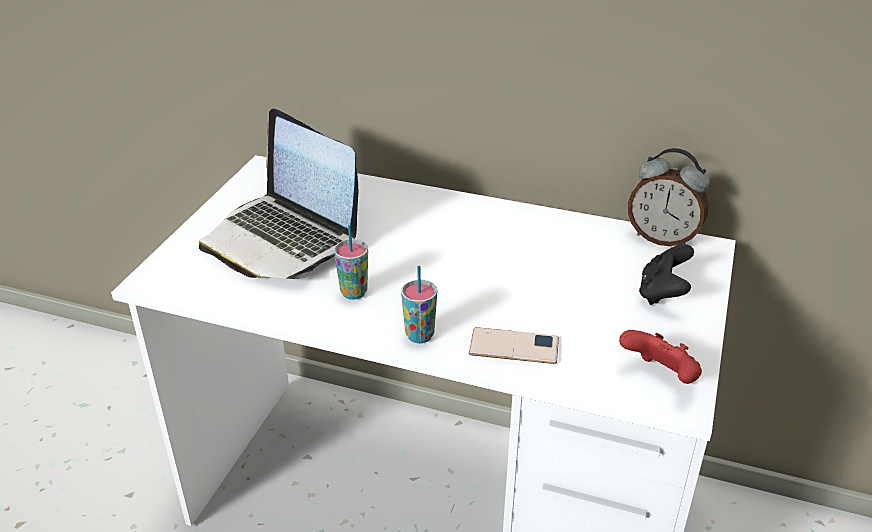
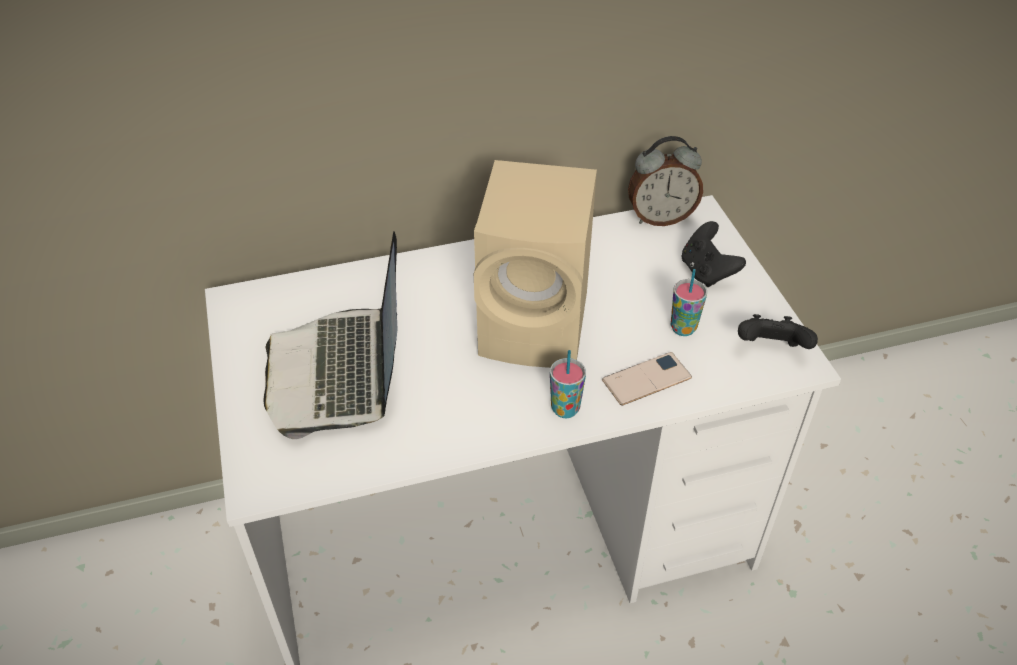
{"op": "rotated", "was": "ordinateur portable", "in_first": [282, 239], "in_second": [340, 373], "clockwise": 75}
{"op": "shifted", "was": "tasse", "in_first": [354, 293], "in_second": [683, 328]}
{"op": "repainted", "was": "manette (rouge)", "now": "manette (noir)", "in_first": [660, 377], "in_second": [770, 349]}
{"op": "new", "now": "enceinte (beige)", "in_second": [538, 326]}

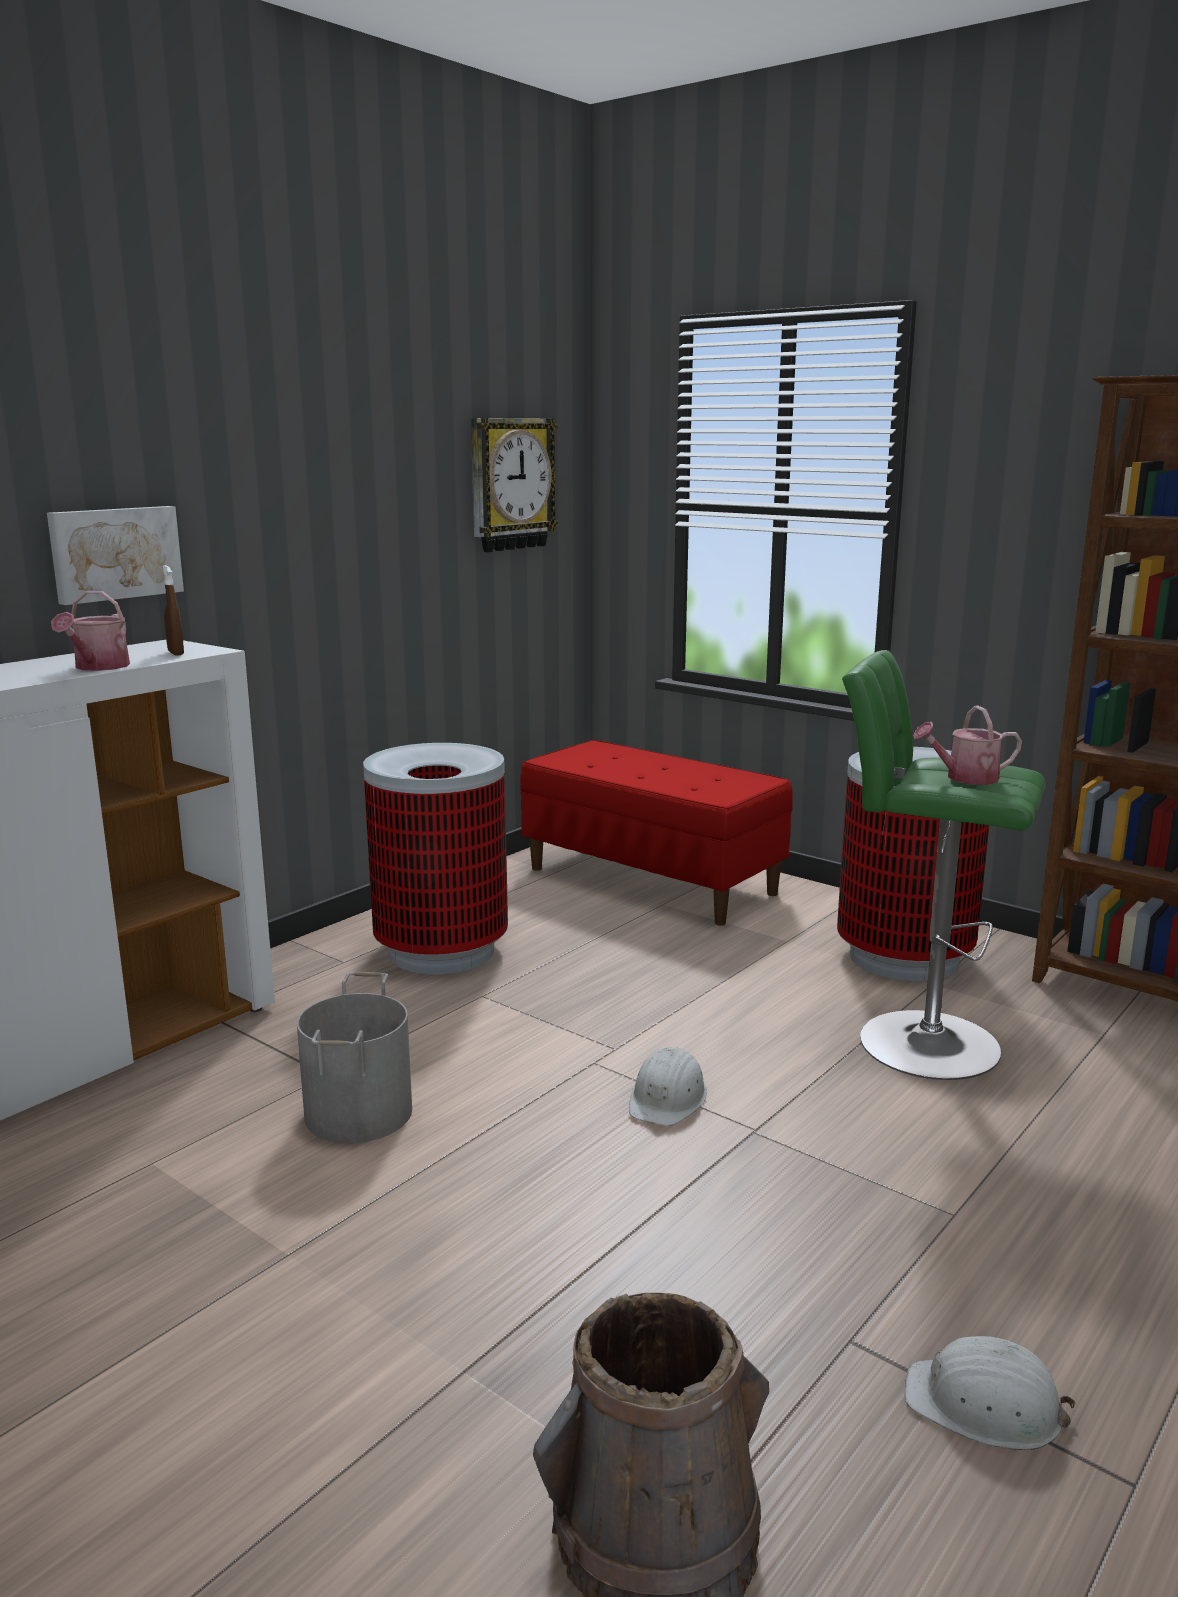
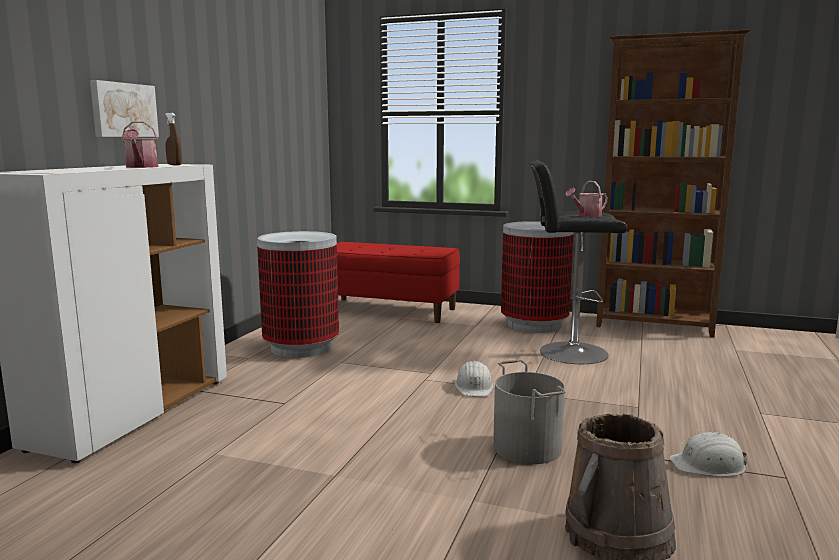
{"op": "shifted", "was": "seau (gris)", "in_first": [360, 1113], "in_second": [528, 447]}
{"op": "gone", "was": "horloge murale", "in_first": [510, 484]}
{"op": "repainted", "was": "tabouret (vert)", "now": "tabouret (noir)", "in_first": [918, 1041], "in_second": [568, 352]}

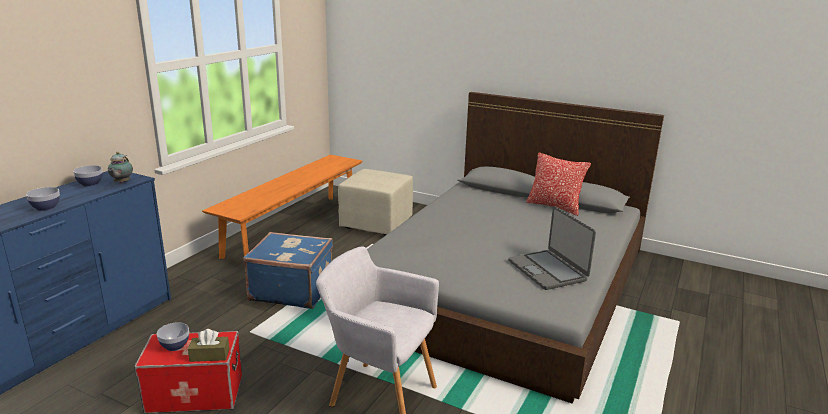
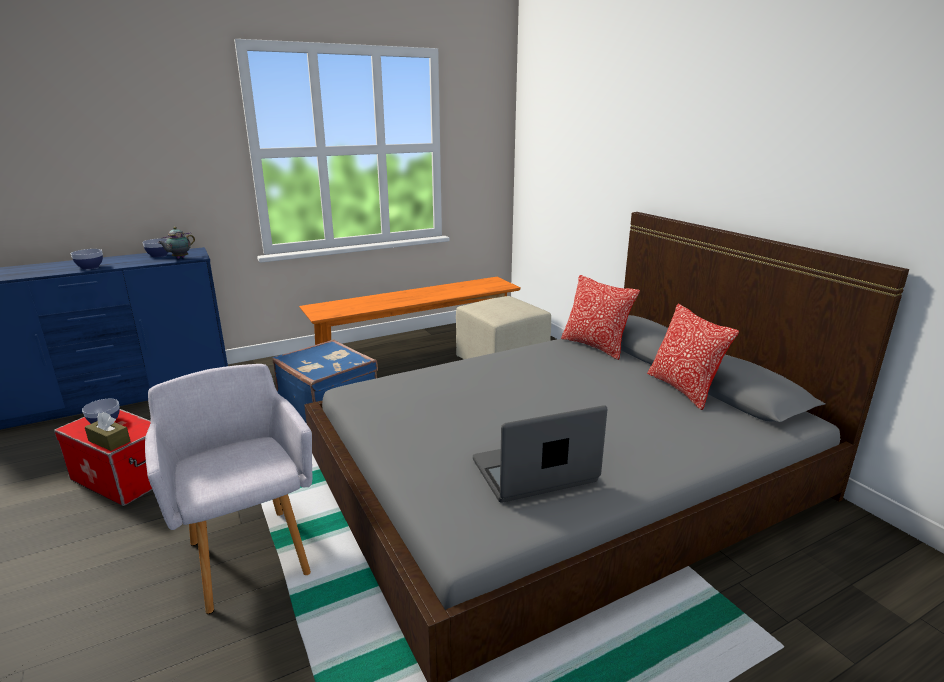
{"op": "rotated", "was": "ordinateur portable", "in_first": [548, 270], "in_second": [534, 472], "clockwise": 60}
{"op": "new", "now": "coussin", "in_second": [595, 346]}

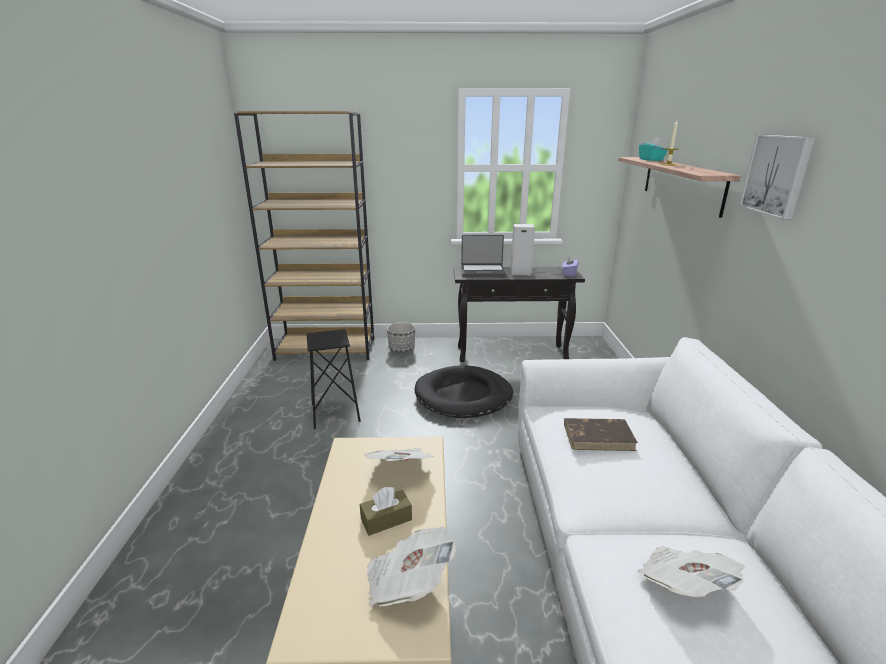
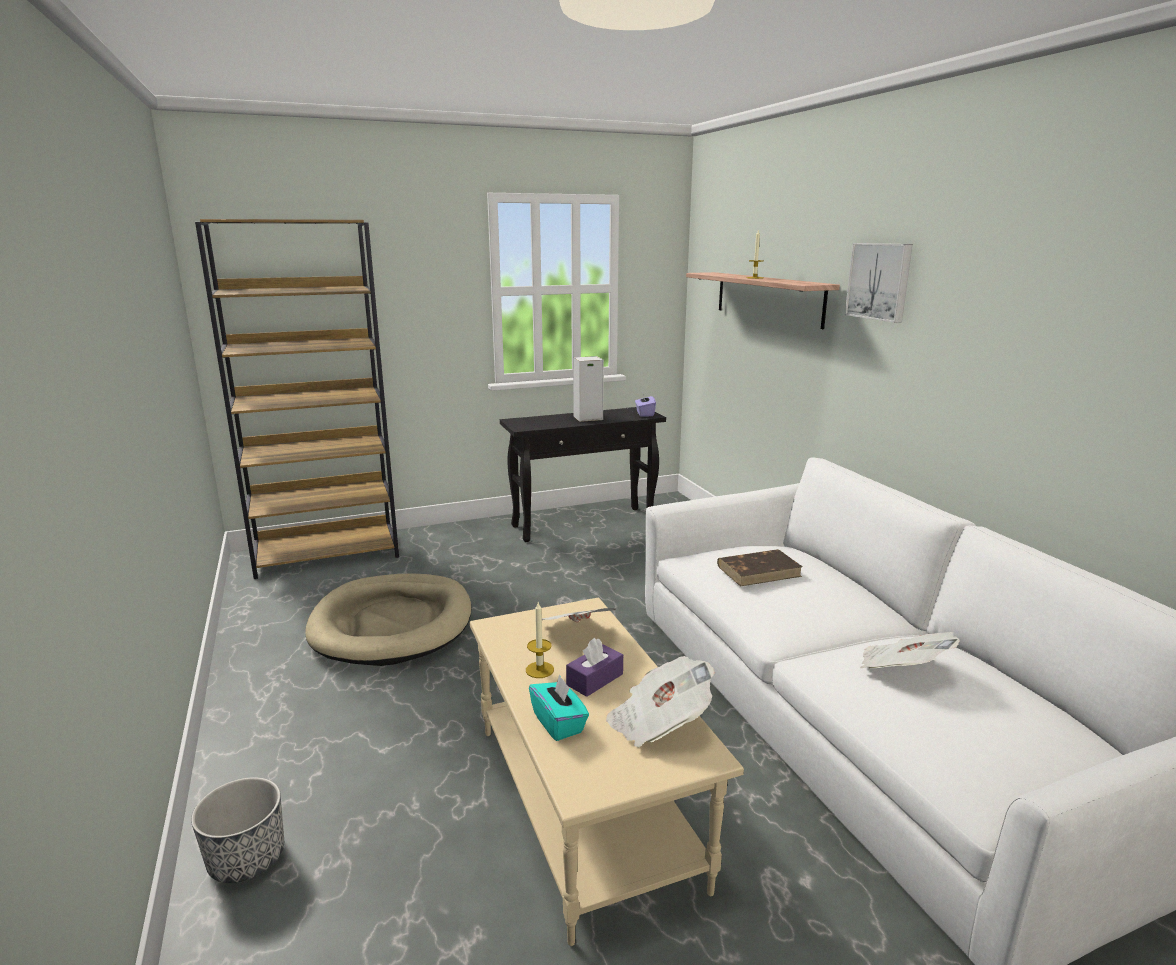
{"op": "swapped", "was": "tabouret (noir)", "now": "panier pour chien (beige)", "in_first": [336, 412], "in_second": [392, 624]}
{"op": "repainted", "was": "boîte à mouchoirs (marron)", "now": "boîte à mouchoirs (violet)", "in_first": [386, 519], "in_second": [595, 679]}
{"op": "shifted", "was": "cache-pot", "in_first": [402, 349], "in_second": [247, 858]}
{"op": "gone", "was": "panier pour chien (noir)", "in_first": [463, 395]}
{"op": "gone", "was": "ordinateur portable", "in_first": [482, 271]}
{"op": "shifted", "was": "boîte à mouchoirs (turquoise)", "in_first": [651, 160], "in_second": [559, 723]}
{"op": "new", "now": "bougie", "in_second": [539, 670]}

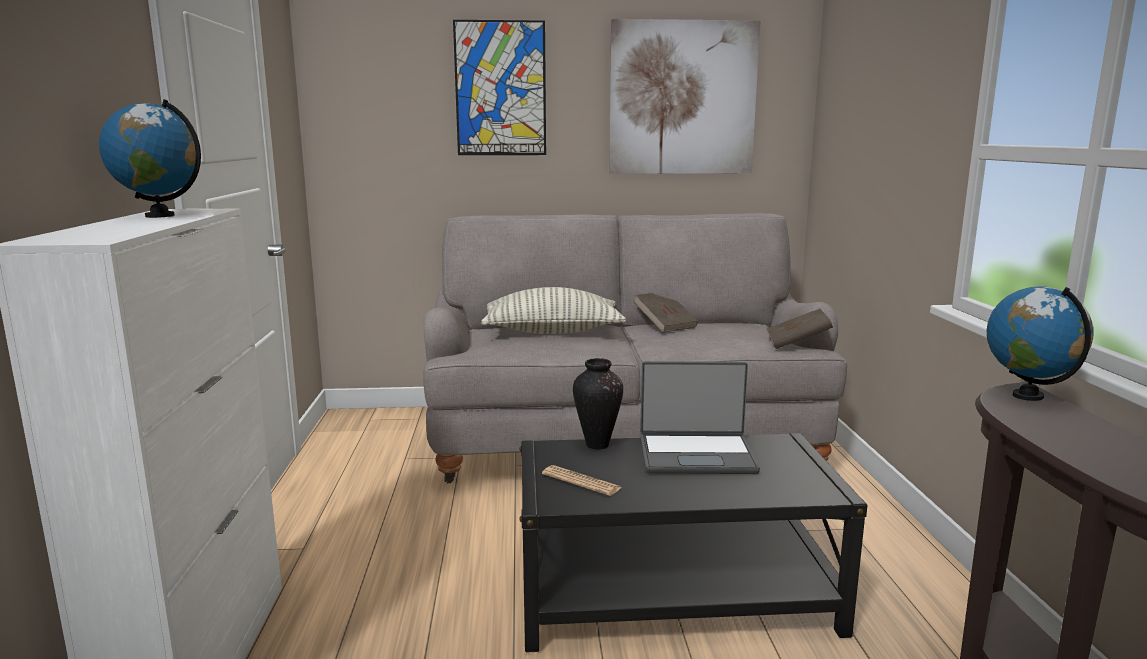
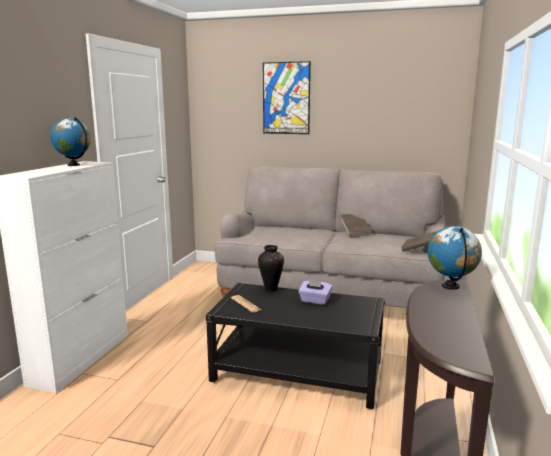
{"op": "gone", "was": "coussin", "in_first": [552, 332]}
{"op": "gone", "was": "tableau", "in_first": [682, 98]}
{"op": "swapped", "was": "ordinateur portable", "now": "boîte à mouchoirs (violet)", "in_first": [696, 455], "in_second": [314, 301]}

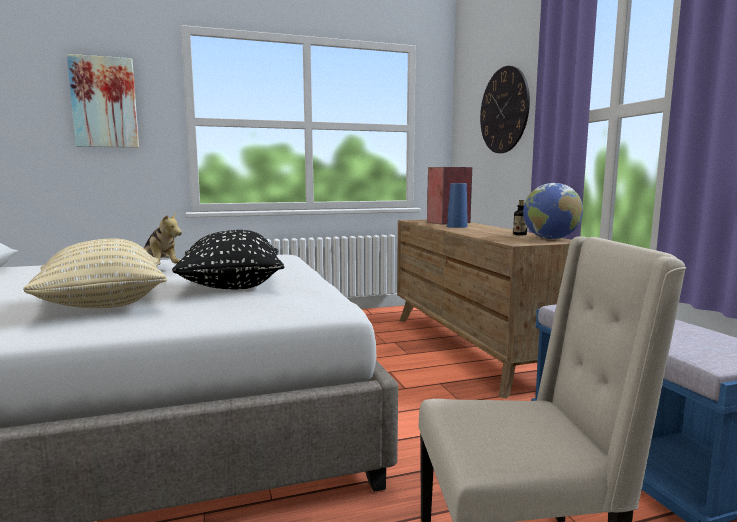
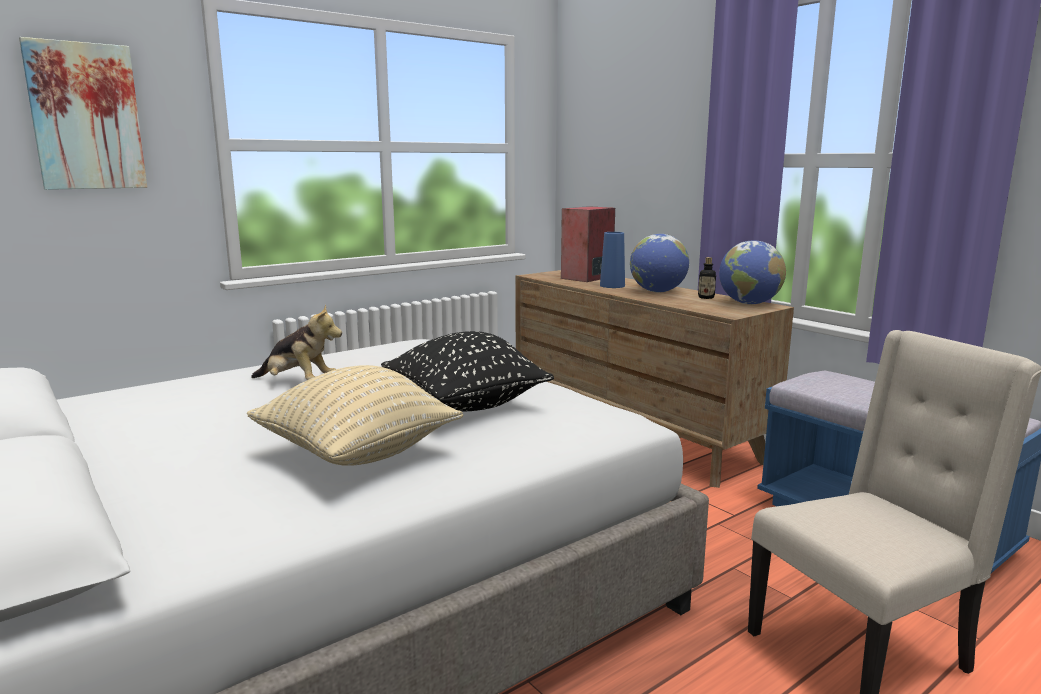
{"op": "gone", "was": "horloge murale", "in_first": [504, 110]}
{"op": "new", "now": "globe", "in_second": [657, 292]}

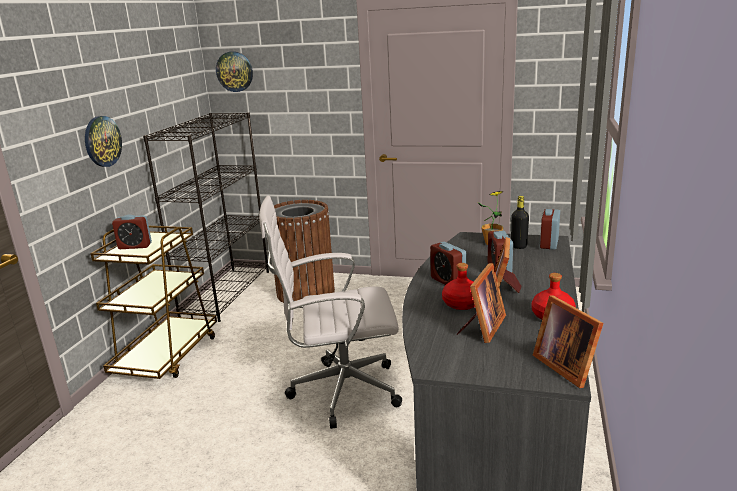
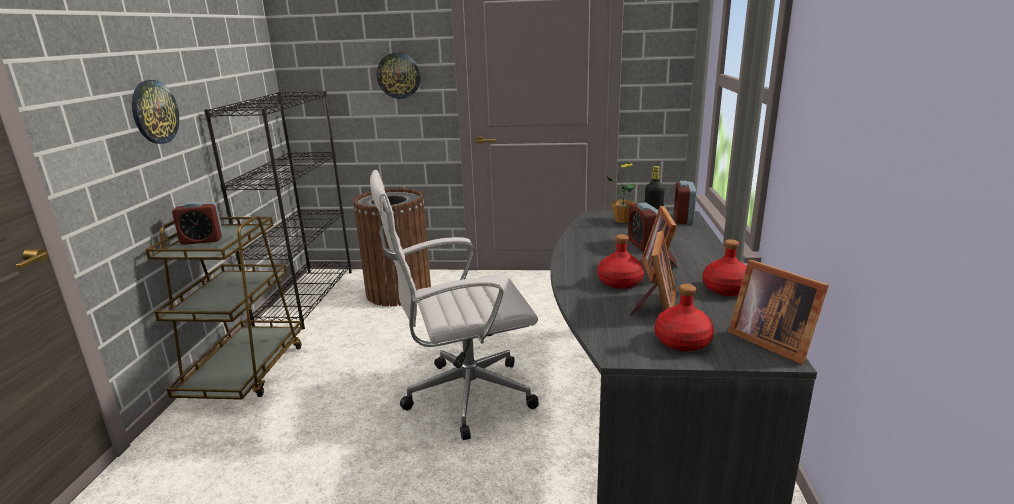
{"op": "shifted", "was": "horloge murale", "in_first": [234, 71], "in_second": [399, 75]}
{"op": "gone", "was": "réveil", "in_first": [448, 281]}
{"op": "new", "now": "bouteille (rouge)", "in_second": [681, 341]}

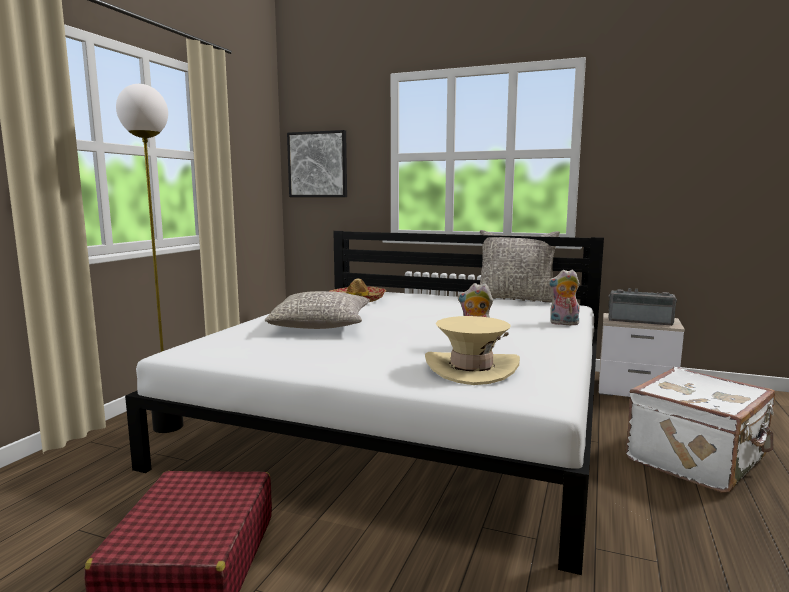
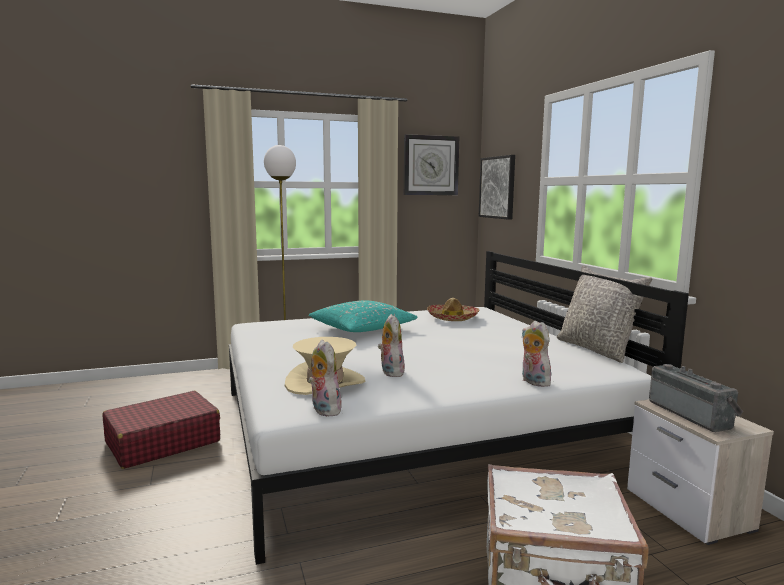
{"op": "repainted", "was": "coussin (gris)", "now": "coussin (turquoise)", "in_first": [321, 325], "in_second": [362, 329]}
{"op": "new", "now": "peluche", "in_second": [323, 410]}
{"op": "new", "now": "horloge murale", "in_second": [430, 165]}

